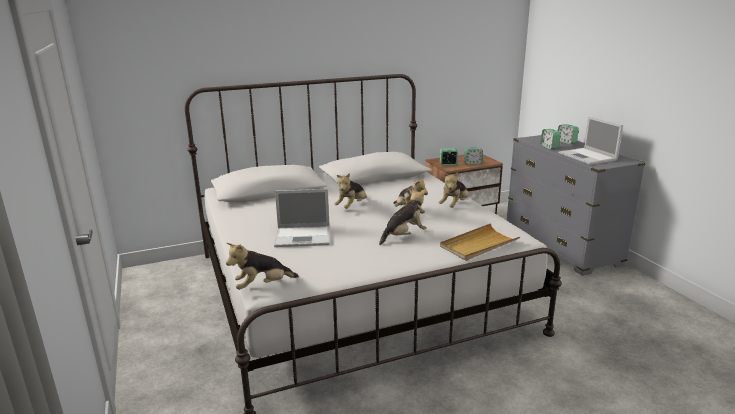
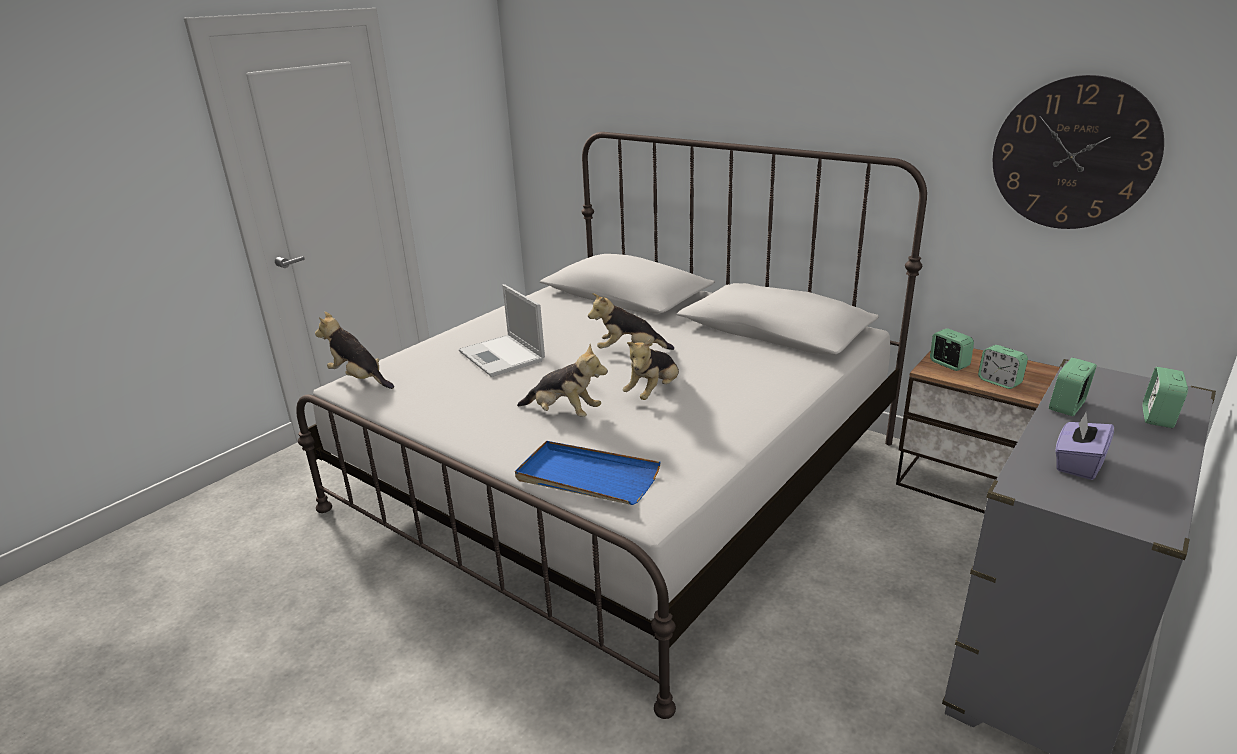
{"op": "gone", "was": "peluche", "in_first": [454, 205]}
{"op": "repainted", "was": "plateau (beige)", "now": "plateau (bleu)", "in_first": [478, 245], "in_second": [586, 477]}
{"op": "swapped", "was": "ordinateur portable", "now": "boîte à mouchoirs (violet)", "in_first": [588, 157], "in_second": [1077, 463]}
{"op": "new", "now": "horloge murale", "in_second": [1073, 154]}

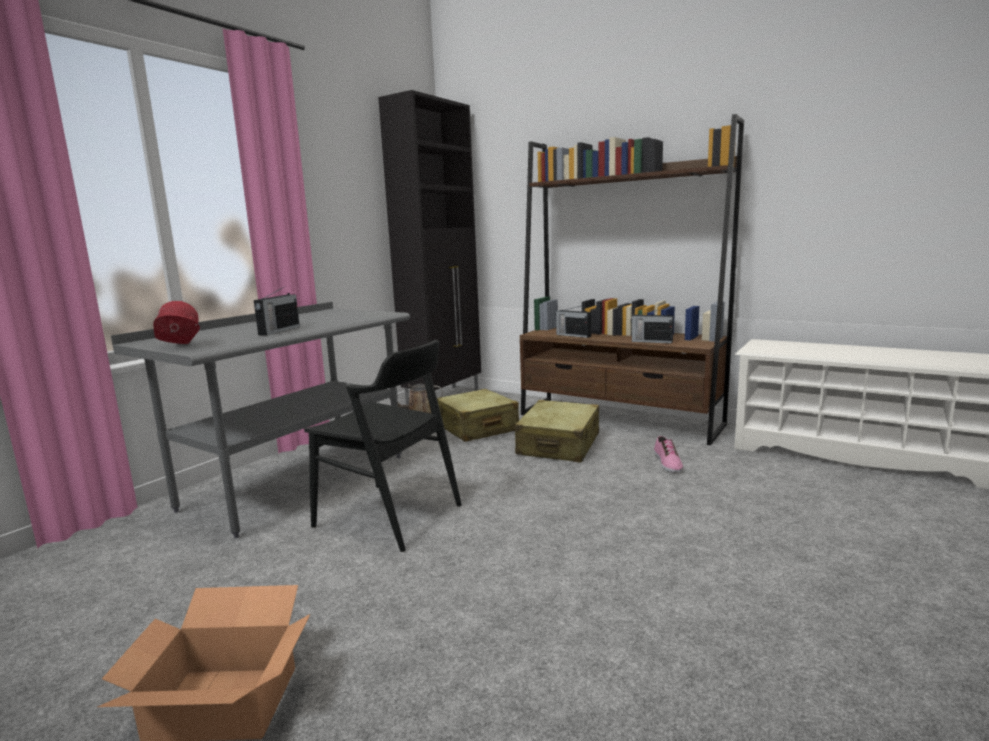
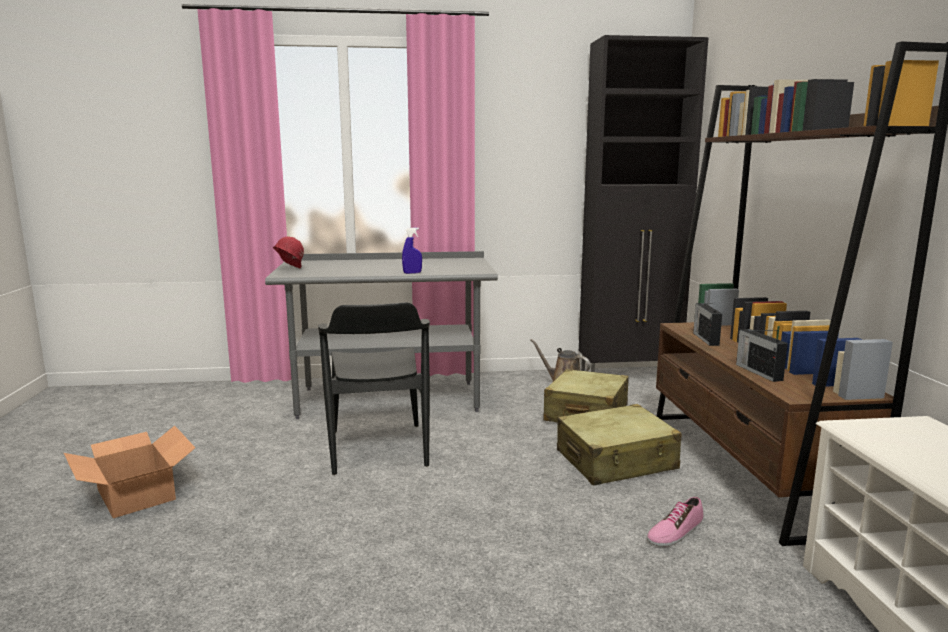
{"op": "gone", "was": "radio", "in_first": [278, 331]}
{"op": "new", "now": "vaporisateur (bleu)", "in_second": [412, 273]}

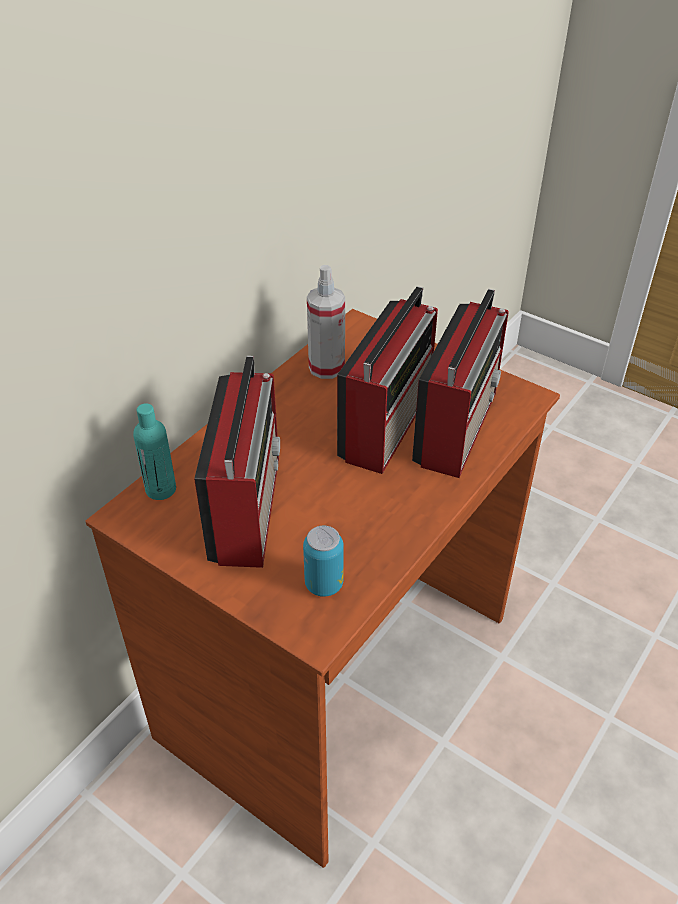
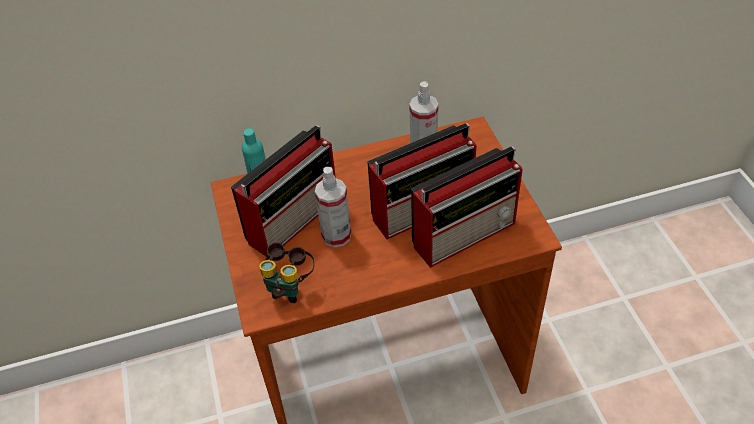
{"op": "swapped", "was": "boîte métallique", "now": "jumelles", "in_first": [324, 584], "in_second": [290, 287]}
{"op": "new", "now": "vaporisateur", "in_second": [336, 236]}

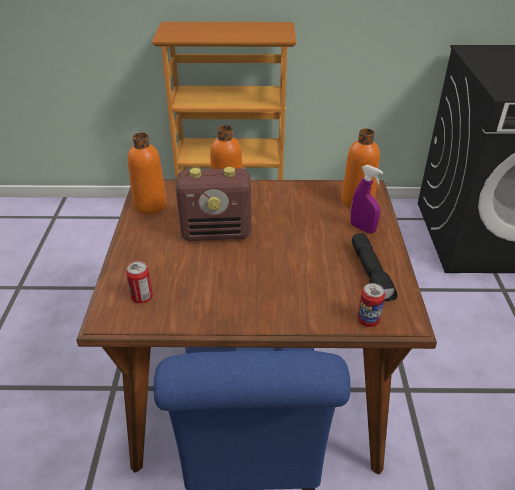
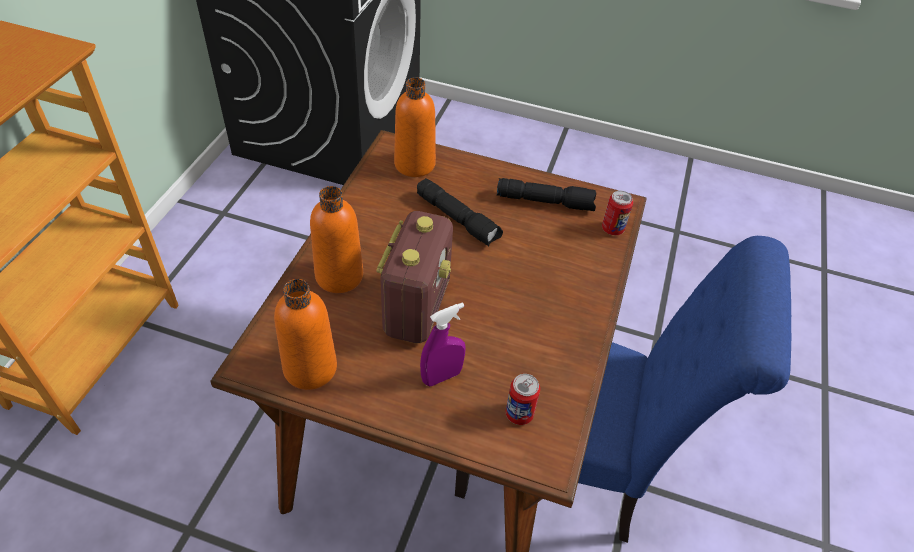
{"op": "shifted", "was": "vaporisateur (violet)", "in_first": [362, 228], "in_second": [441, 376]}
{"op": "new", "now": "lampe de poche (noir)", "in_second": [458, 219]}

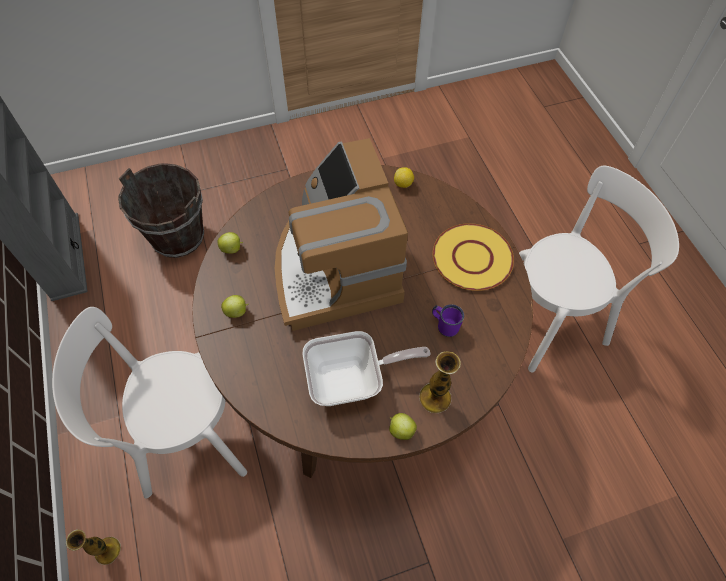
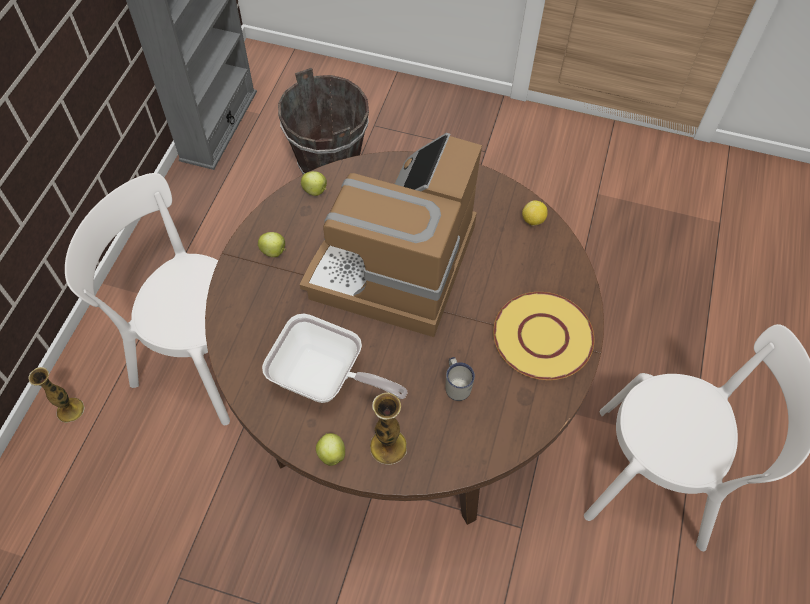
{"op": "repainted", "was": "mug (violet)", "now": "mug (blanc)", "in_first": [445, 325], "in_second": [456, 385]}

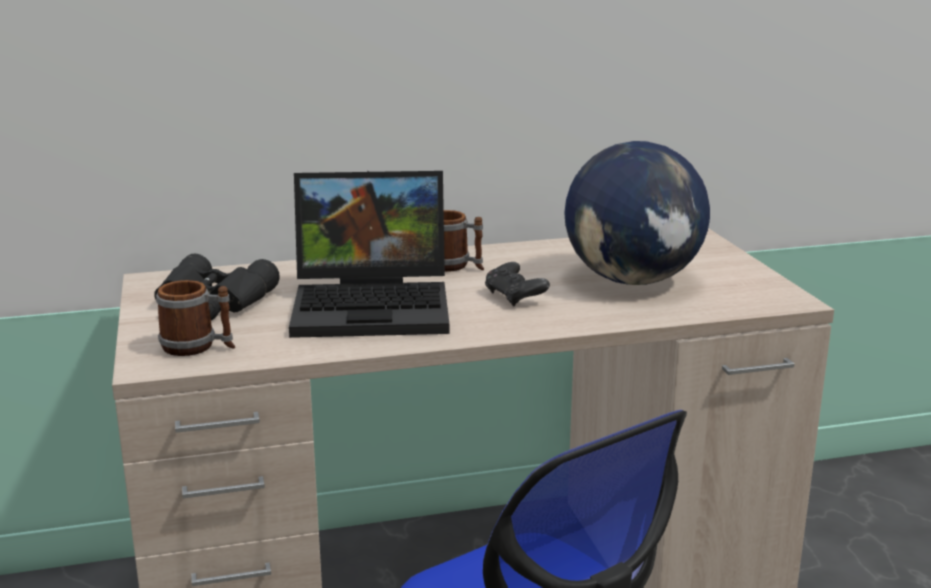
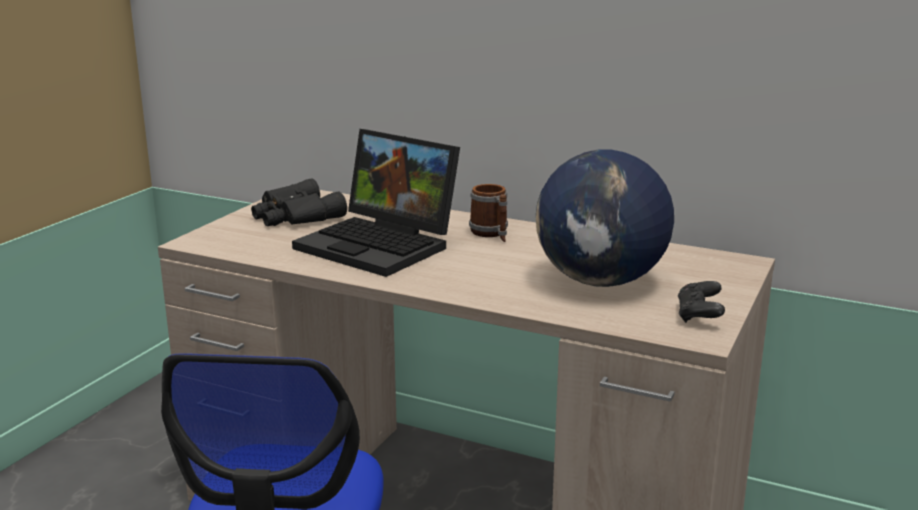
{"op": "gone", "was": "mug", "in_first": [198, 347]}
{"op": "shifted", "was": "manette (noir)", "in_first": [515, 297], "in_second": [699, 315]}

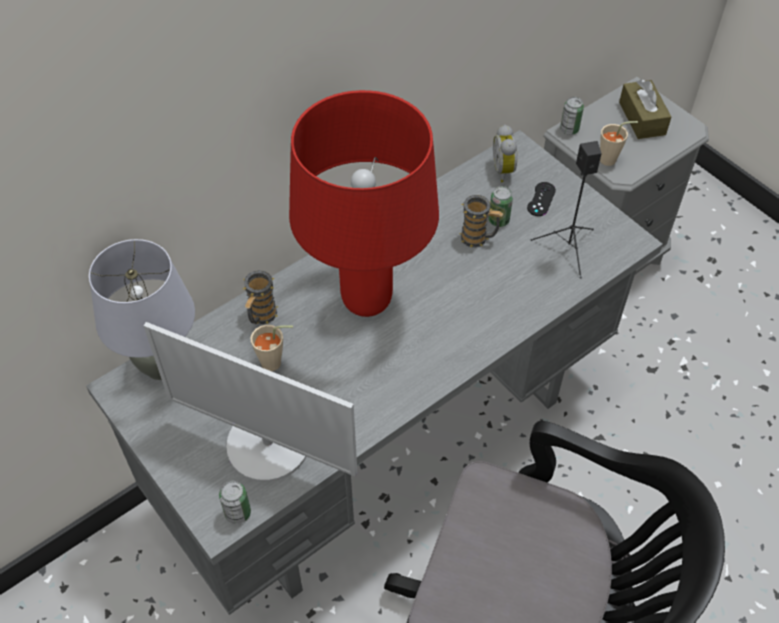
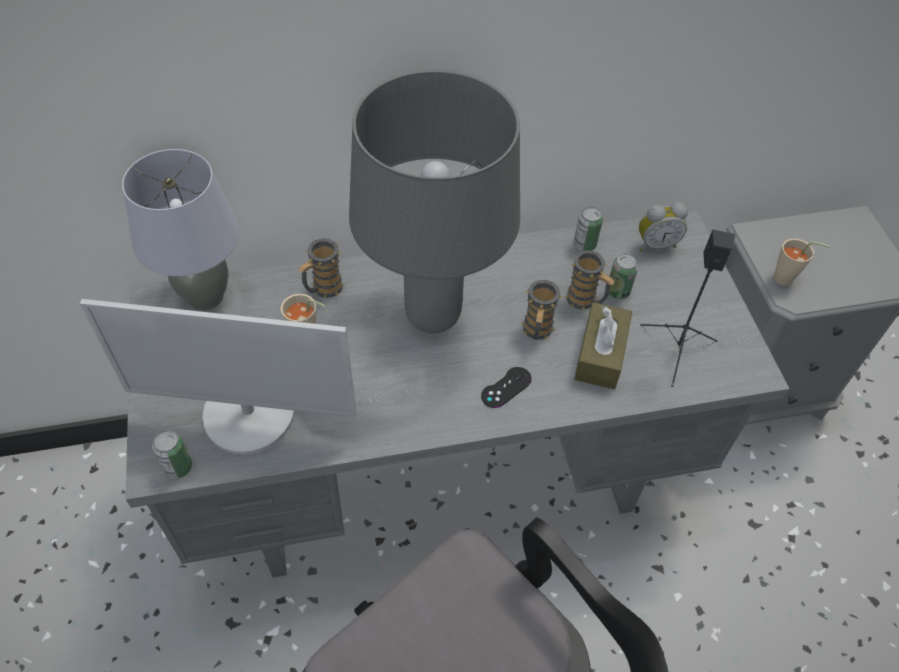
{"op": "rotated", "was": "écran d'ordinateur", "in_first": [268, 445], "in_second": [249, 414], "clockwise": -45}
{"op": "repainted", "was": "lampe de table (rouge)", "now": "lampe de table (gris)", "in_first": [366, 300], "in_second": [433, 315]}
{"op": "rotated", "was": "réveil", "in_first": [505, 170], "in_second": [655, 244], "clockwise": -120}
{"op": "shifted", "was": "manette (noir)", "in_first": [541, 199], "in_second": [506, 387]}
{"op": "shifted", "was": "boîte métallique", "in_first": [569, 129], "in_second": [584, 244]}
{"op": "shifted", "was": "boîte à mouchoirs (marron)", "in_first": [642, 118], "in_second": [600, 354]}
{"op": "new", "now": "mug", "in_second": [536, 332]}

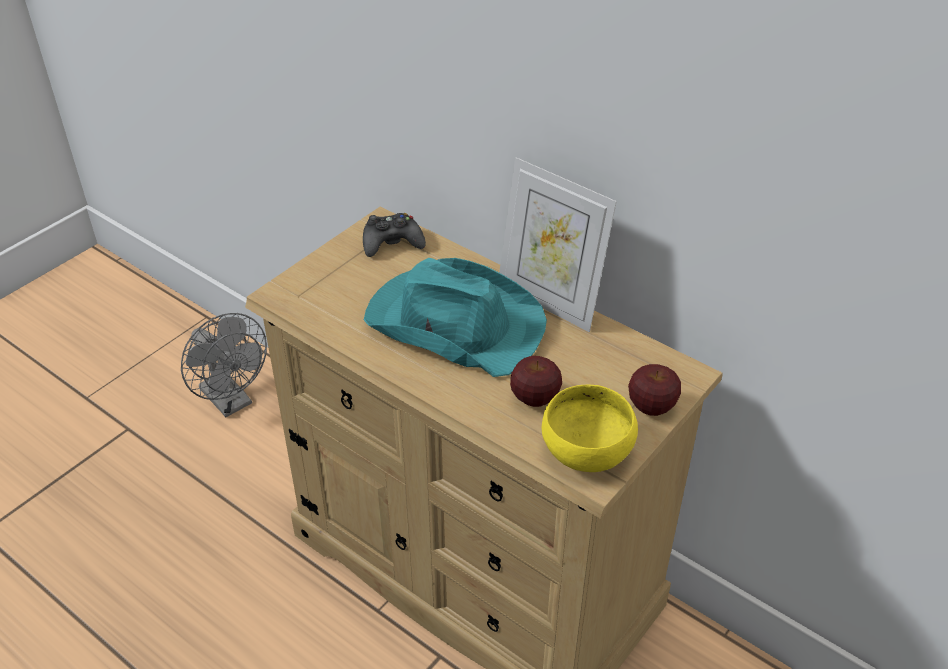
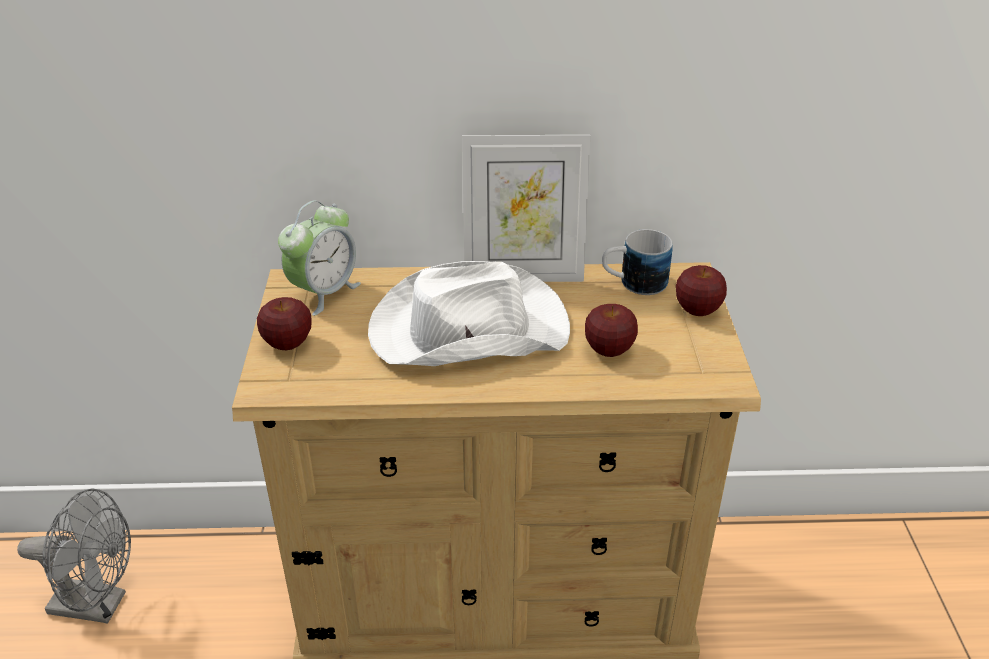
{"op": "swapped", "was": "manette (noir)", "now": "réveil", "in_first": [392, 242], "in_second": [324, 293]}
{"op": "repainted", "was": "chapeau (turquoise)", "now": "chapeau (blanc)", "in_first": [453, 323], "in_second": [466, 328]}
{"op": "gone", "was": "bol (jaune)", "in_first": [584, 450]}
{"op": "new", "now": "pomme", "in_second": [287, 343]}
{"op": "new", "now": "mug", "in_second": [633, 283]}

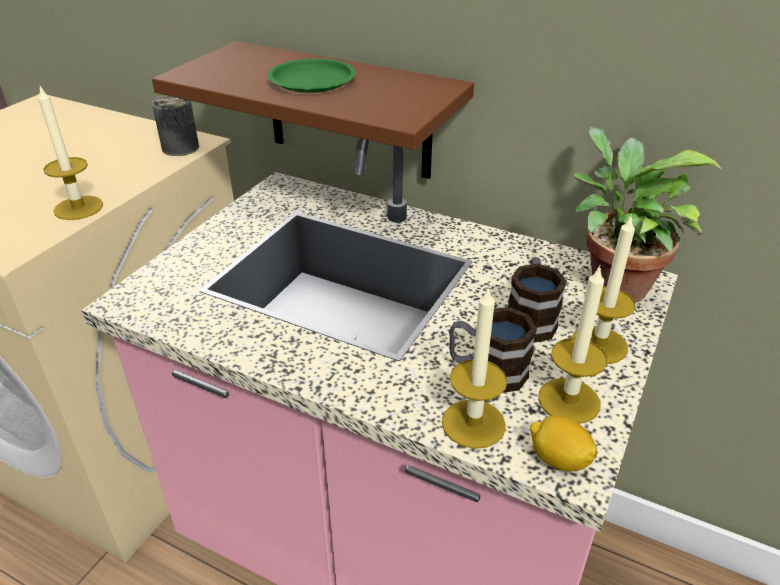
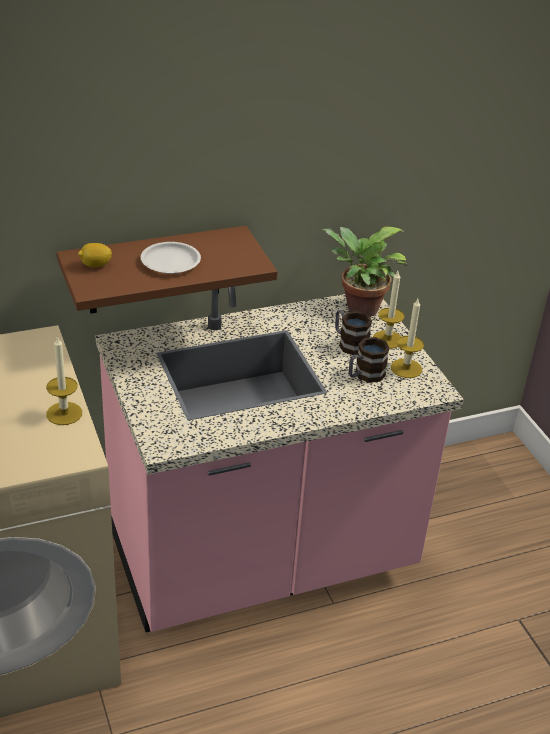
{"op": "gone", "was": "boîte métallique", "in_first": [180, 148]}
{"op": "repainted", "was": "assiette (vert)", "now": "assiette (blanc)", "in_first": [312, 82], "in_second": [171, 262]}
{"op": "gone", "was": "bougie", "in_first": [473, 423]}
{"op": "shifted", "was": "citron", "in_first": [558, 459], "in_second": [95, 265]}

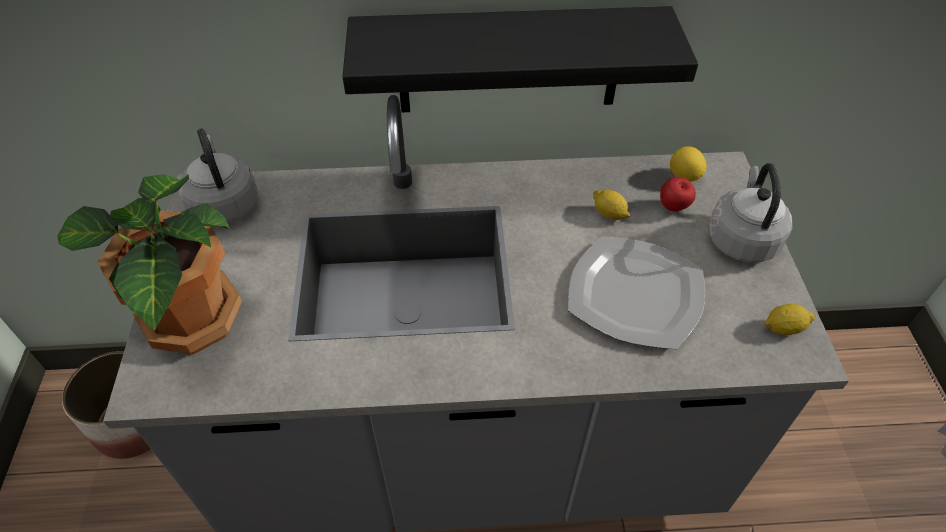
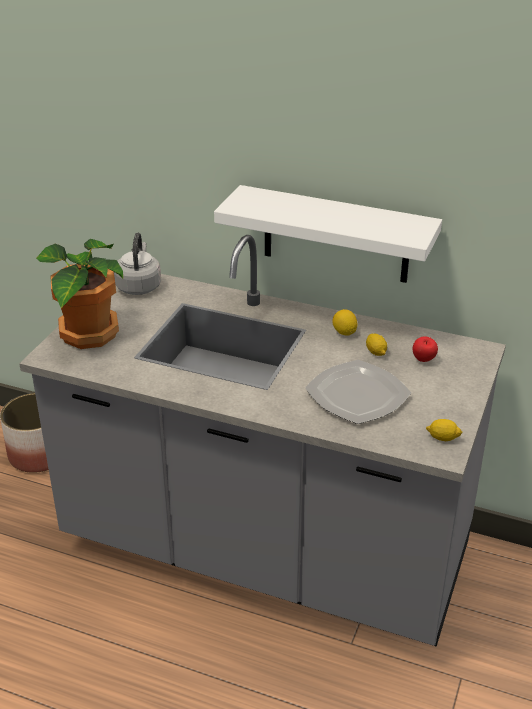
{"op": "repainted", "was": "étagère (noir)", "now": "étagère (blanc)", "in_first": [509, 61], "in_second": [336, 235]}
{"op": "shifted", "was": "citron", "in_first": [684, 177], "in_second": [344, 332]}
{"op": "gone", "was": "bouilloire (gris)", "in_first": [741, 238]}

